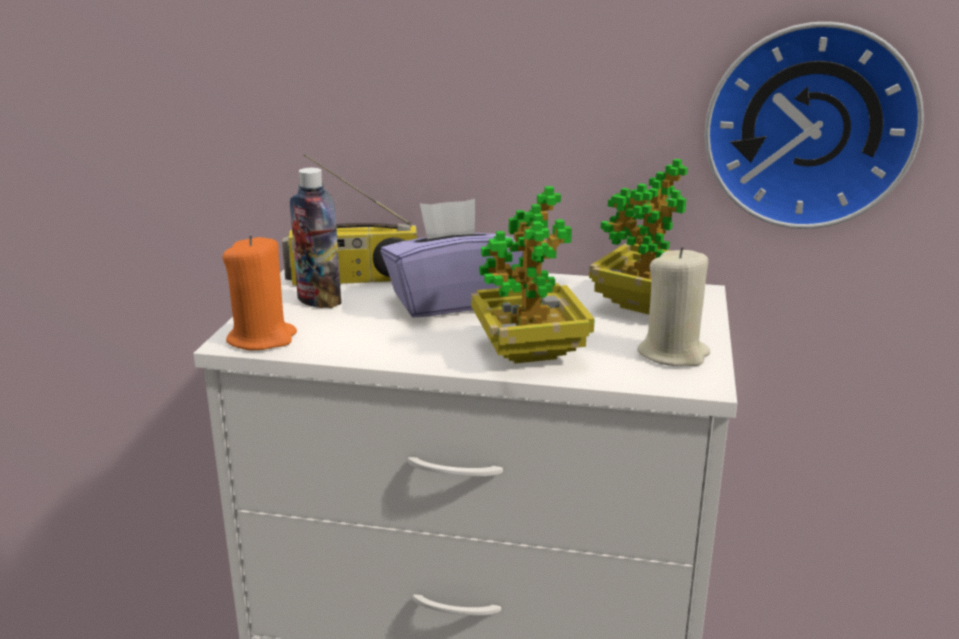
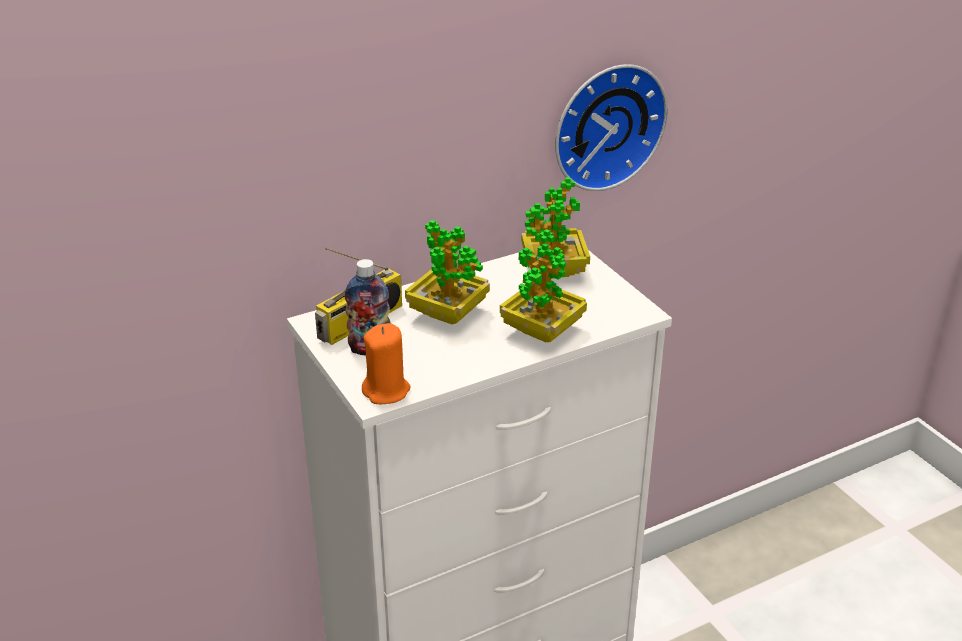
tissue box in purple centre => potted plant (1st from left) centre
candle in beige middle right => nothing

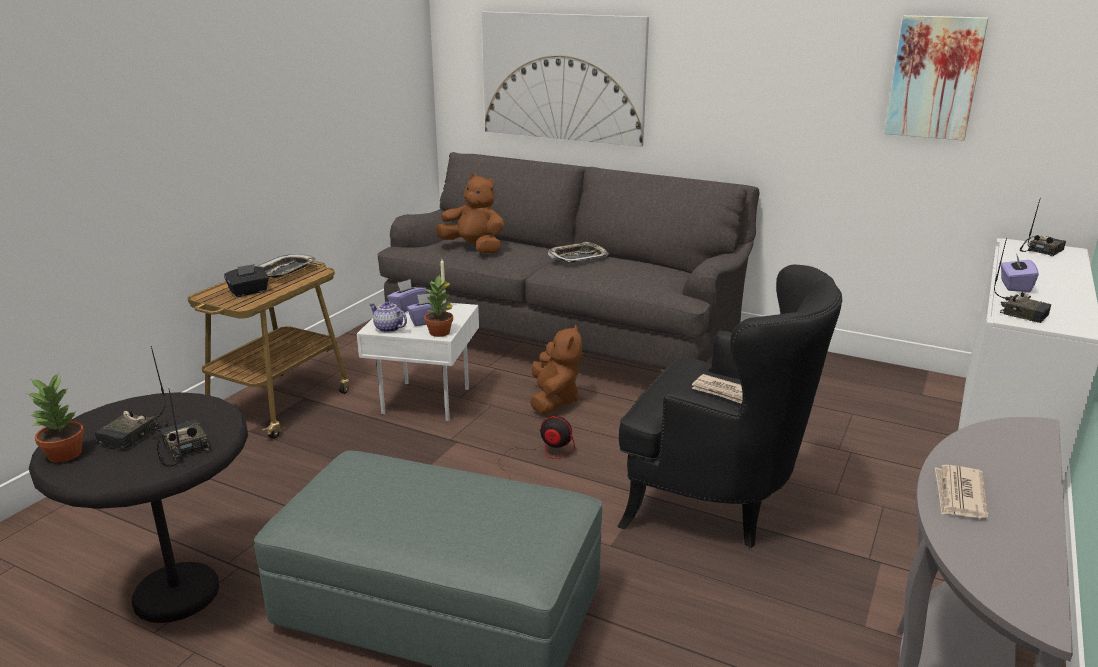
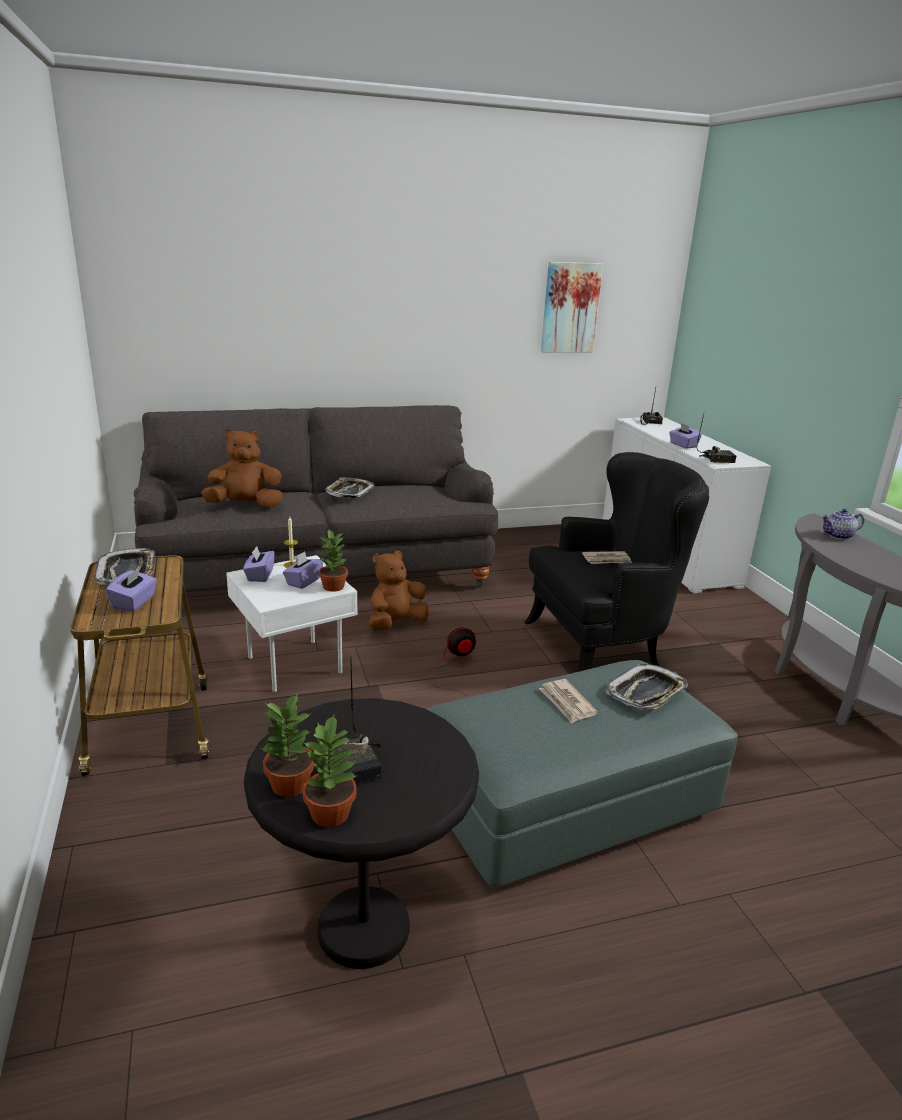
radio (2nd from left) middle left => nothing
tissue box in black middle left => tissue box in purple (1st from left) middle left
teapot centre => teapot middle right, moved
picture (1st from left) top centre => nothing
plush toy in brown (2nd from left) centre, 90 degrees counterclockwise
newspaper (2nd from left in the first image) bottom right => newspaper (1st from left) centre, moved
nothing => potted plant (1st from left) middle left
nothing => tray (3rd from left) middle right

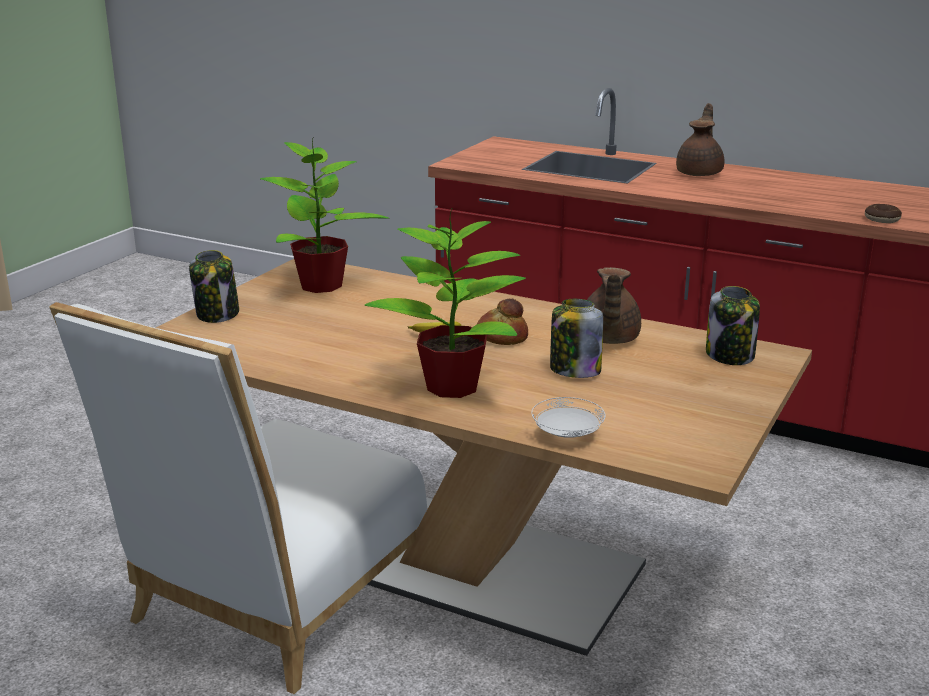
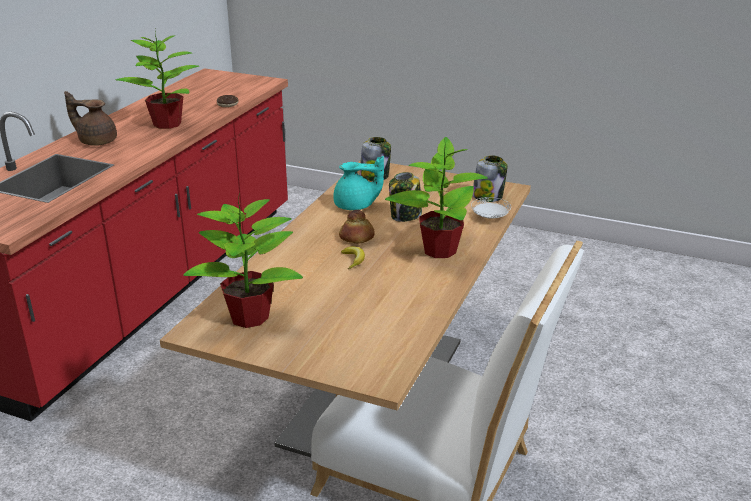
jar (1st from left in the first image) middle left => jar (3rd from left) centre, moved
teapot in brown (1st from left) centre => teapot in turquoise centre
nothing => potted plant (1st from left) top left

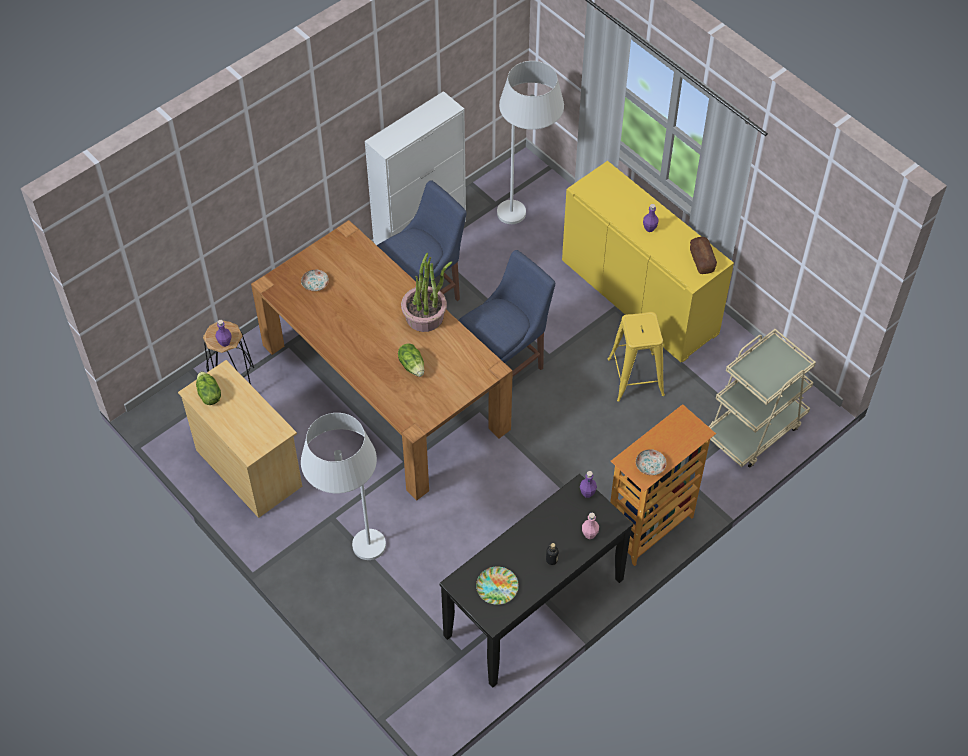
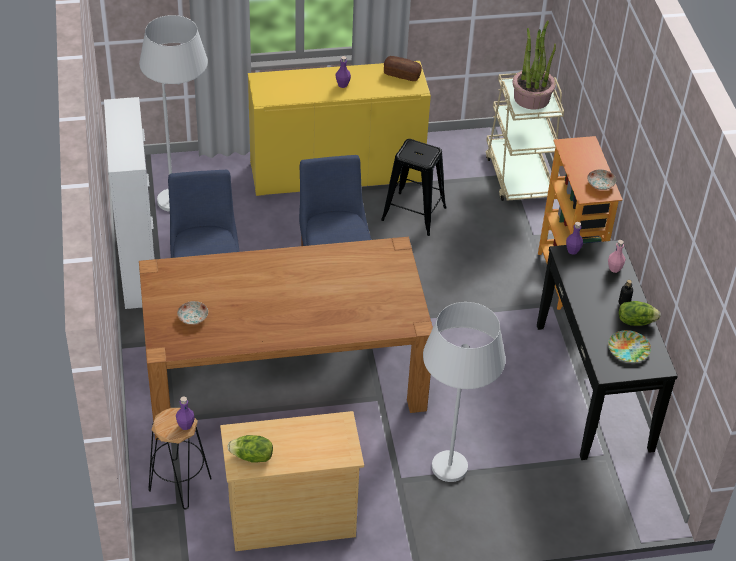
lettuce (2nd from left) centre => lettuce (2nd from left) middle right, moved
potted plant centre => potted plant top right, moved
stool in yellow centre => stool in black (2nd from left) centre

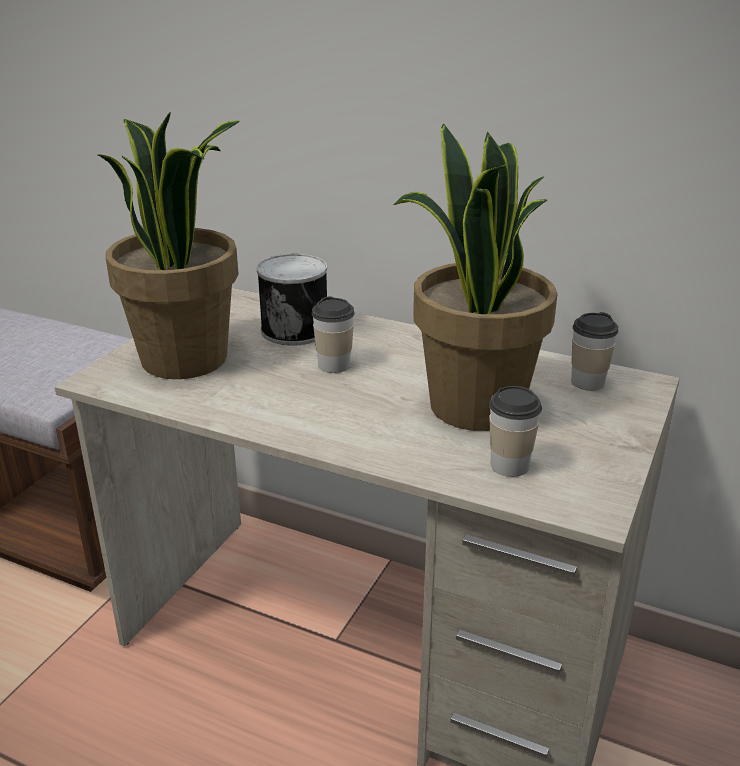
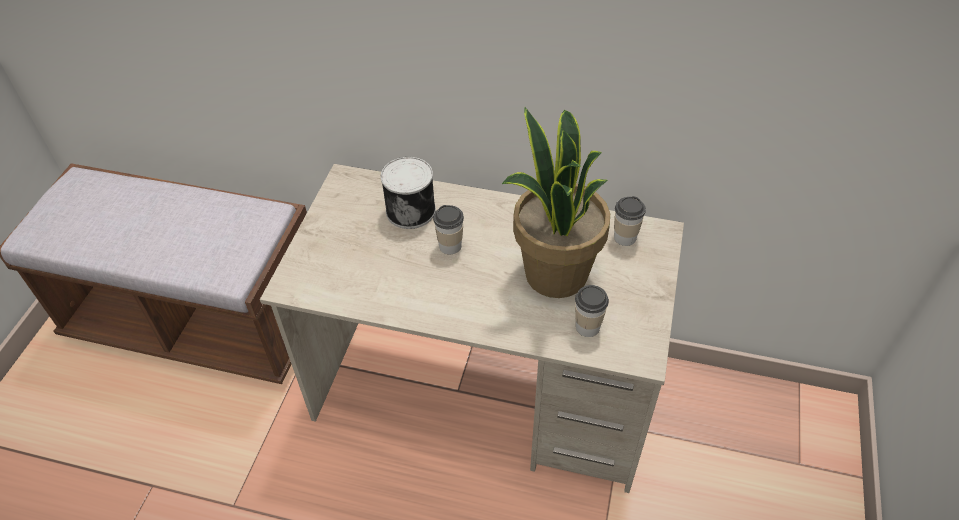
potted plant (1st from left) top left => nothing

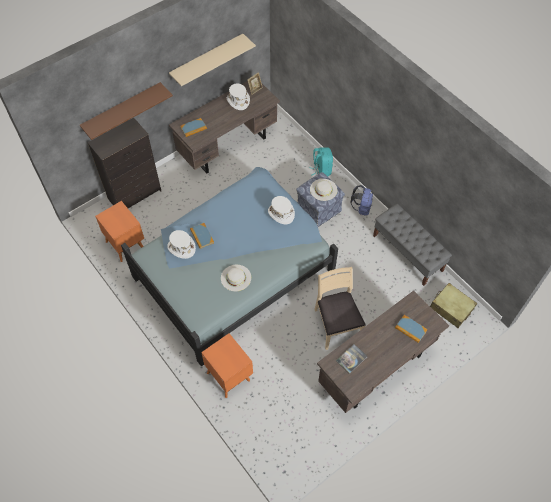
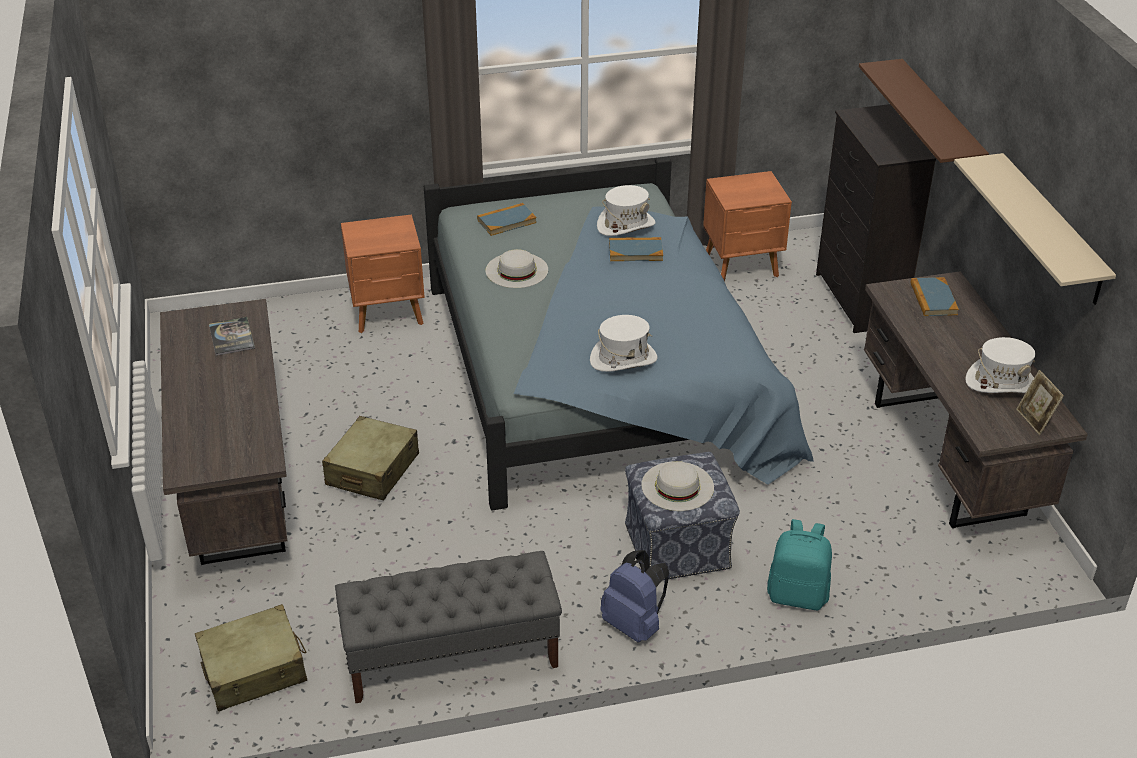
chair in beige centre => suitcase in beige (2nd from left) middle left
book (4th from left in the first image) middle right => book (2nd from left) top centre, moved

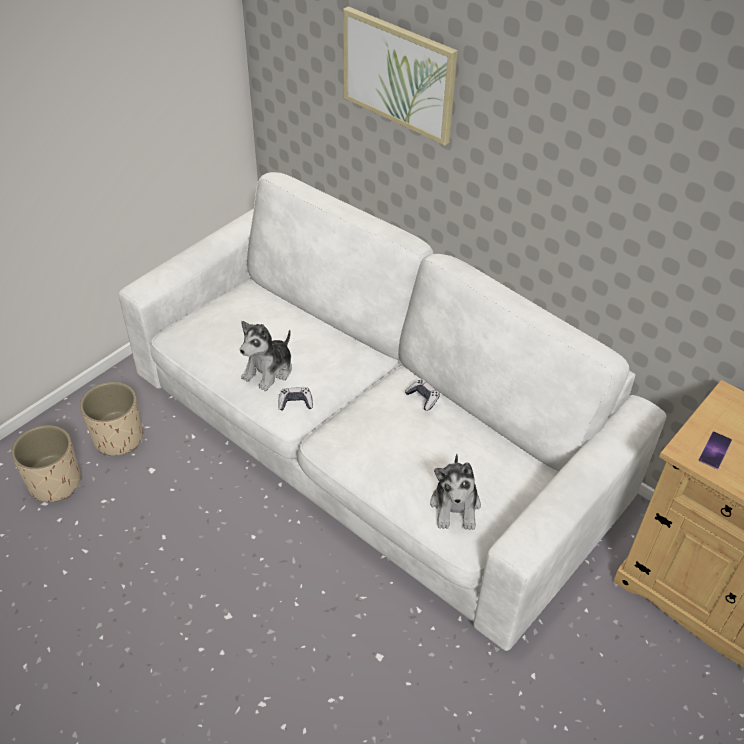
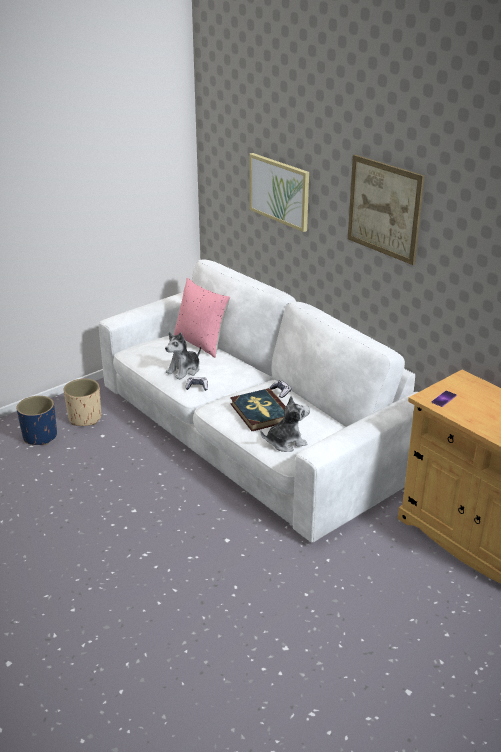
planter in beige (1st from left) middle left => planter in blue middle left
plush toy (2nd from left) centre, 120 degrees counterclockwise
nothing => pillow in pink centre
nothing => book centre
nothing => picture (2nd from left) top right

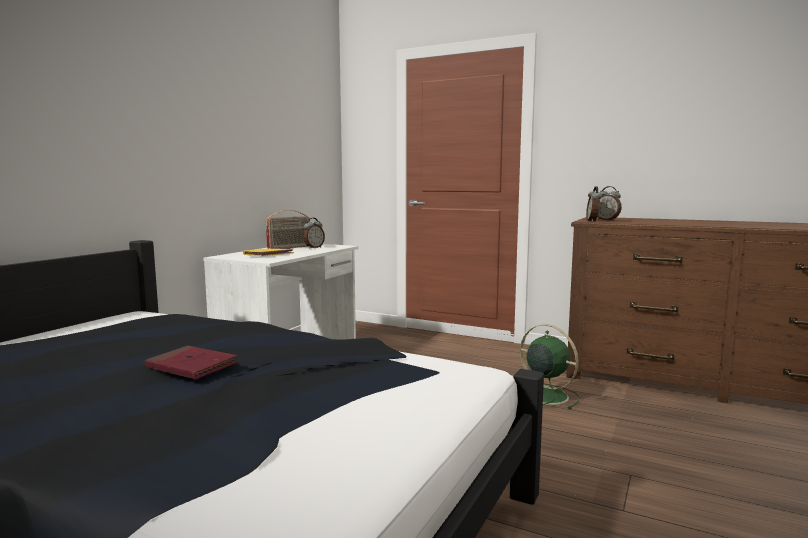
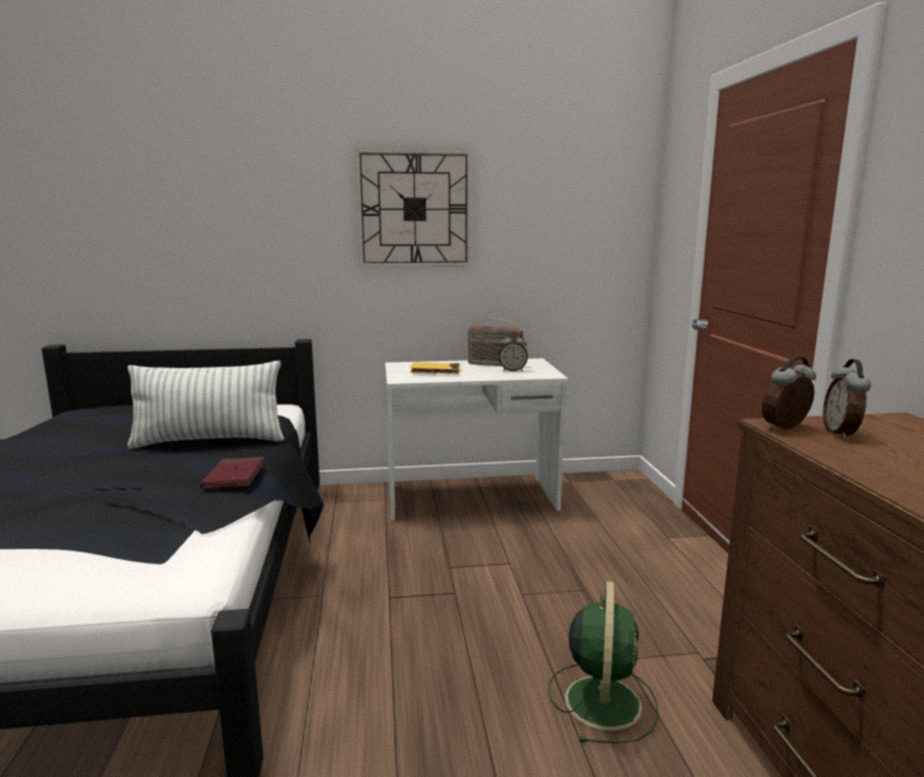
book in red bottom left => book in red middle left, moved
nothing => pillow middle left
nothing => wall clock top centre

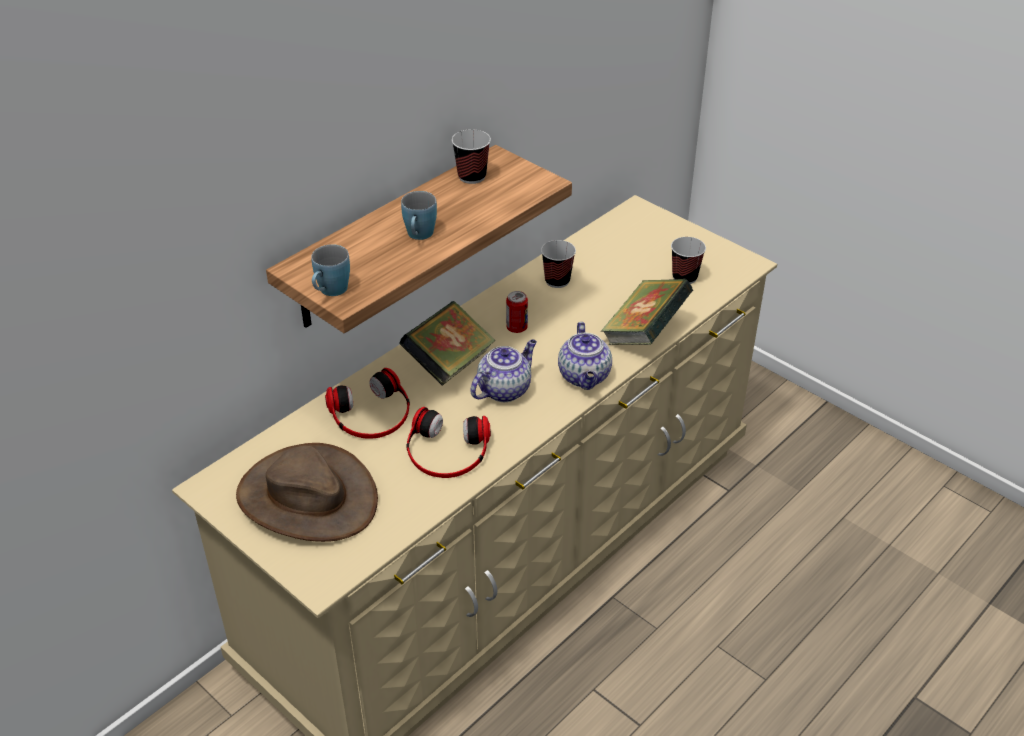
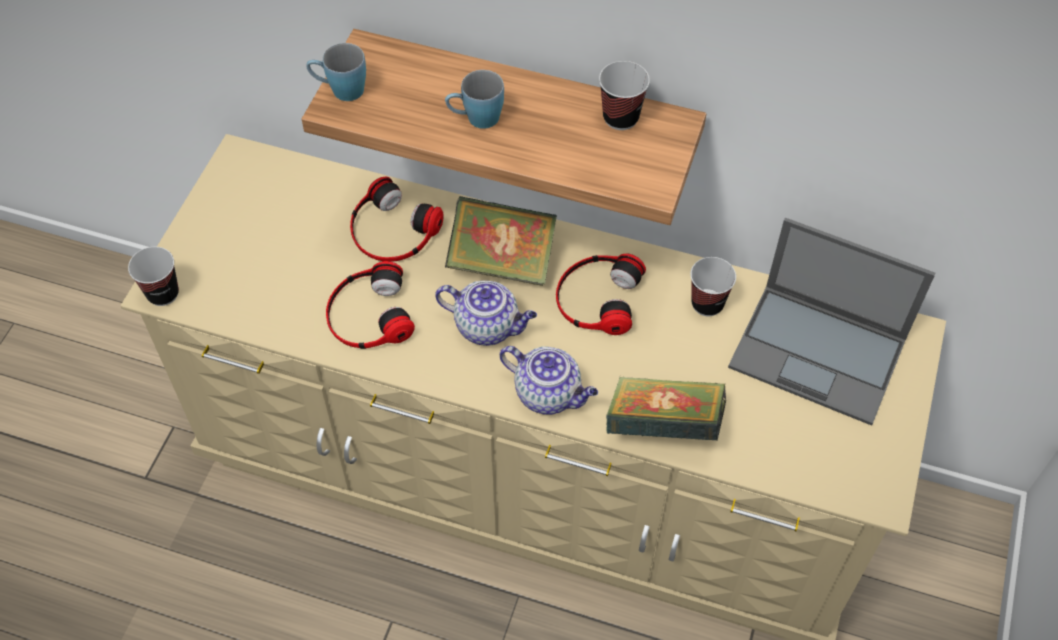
hat in brown bottom left => nothing
can centre => headphones (3rd from left) centre
teapot (2nd from left) centre, 120 degrees counterclockwise
cup (3rd from left in the first image) middle right => cup (1st from left) middle left, moved
nothing => laptop middle right

